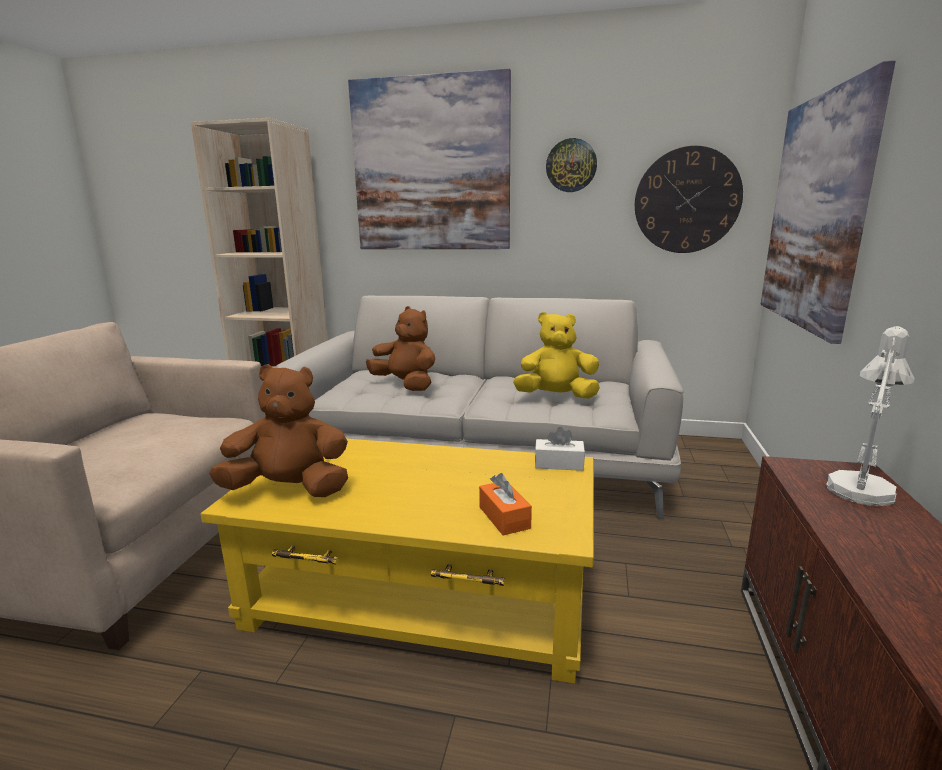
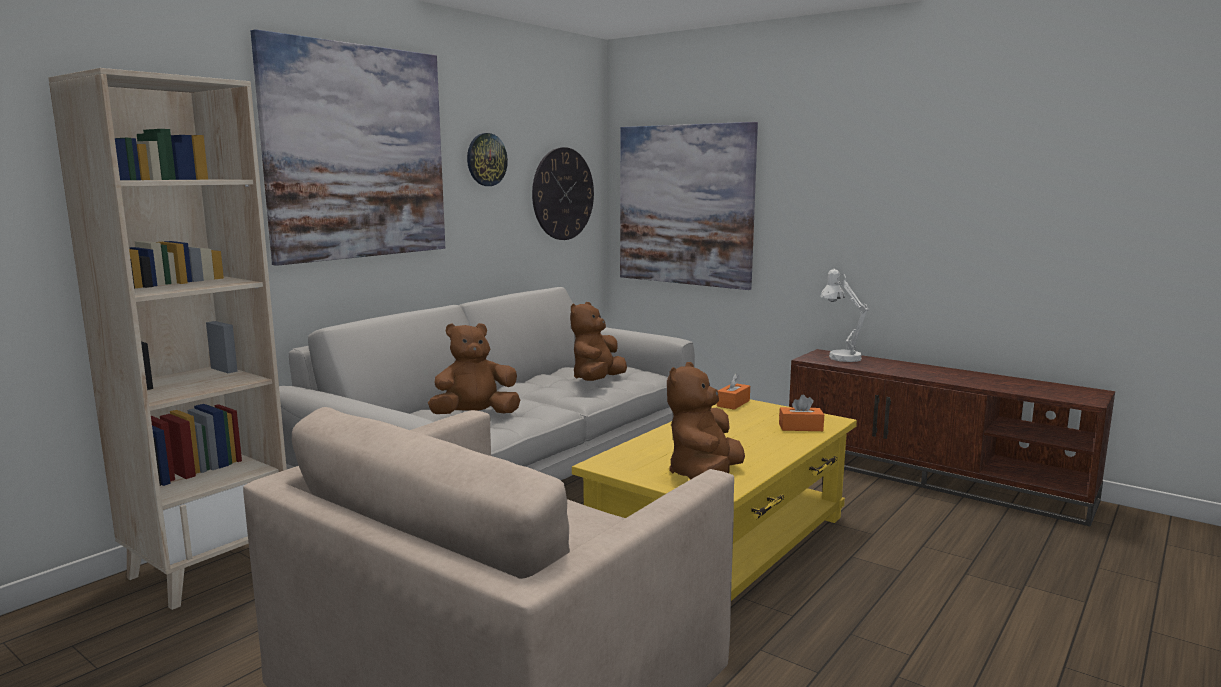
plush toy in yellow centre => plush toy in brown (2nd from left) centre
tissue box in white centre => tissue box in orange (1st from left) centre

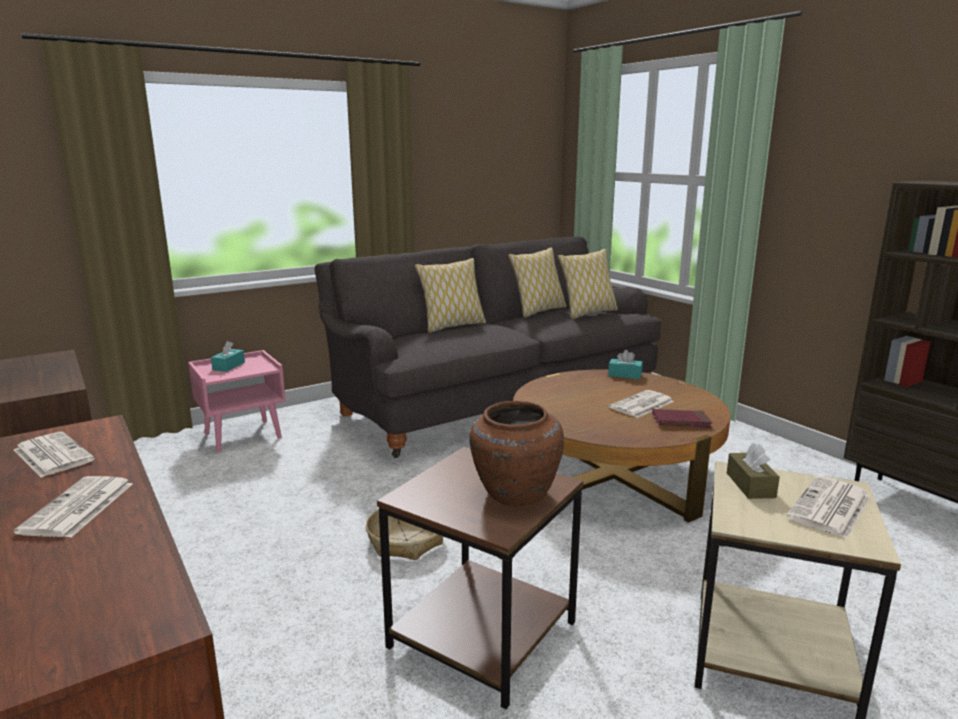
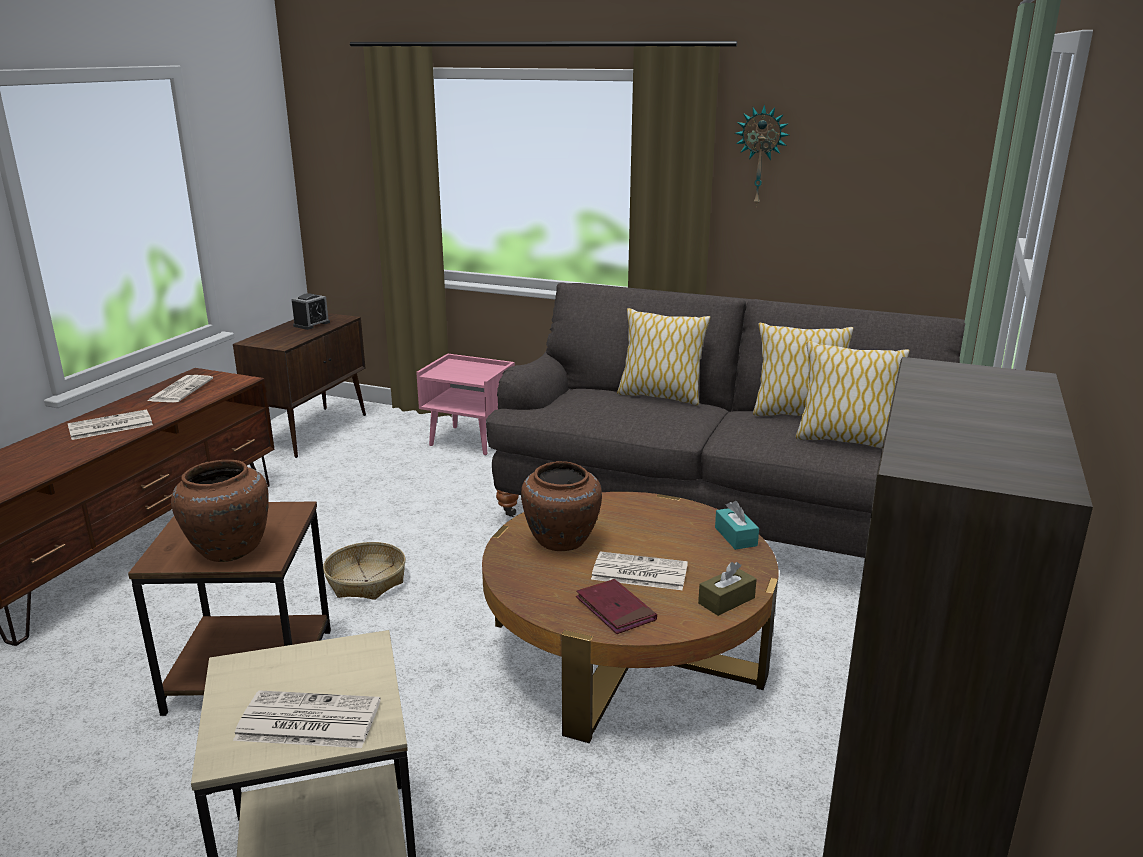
tissue box in turquoise (1st from left) middle left => nothing
tissue box in brown middle right => tissue box in brown bottom centre, moved
nothing => alarm clock middle left
nothing => vase in brown (2nd from left) centre
nothing => wall clock top right

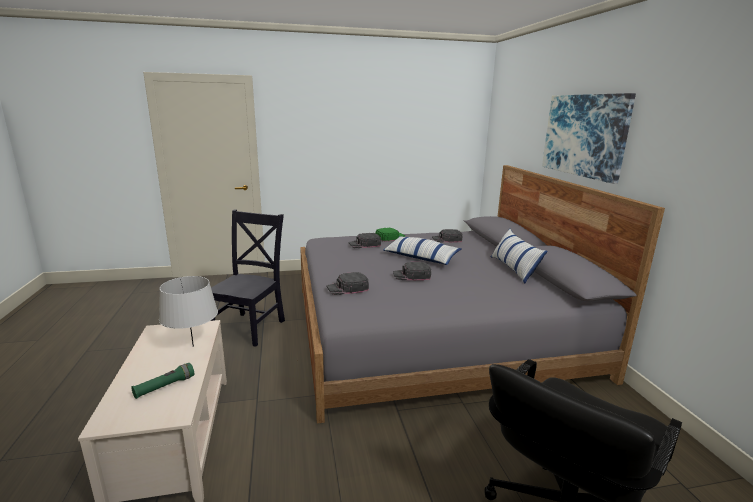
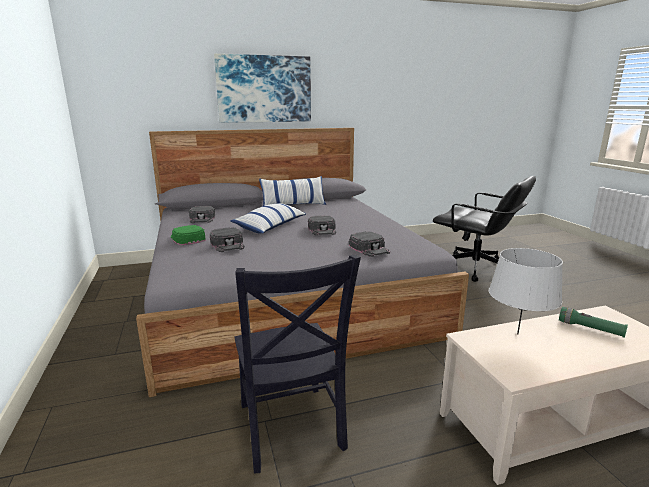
chair in black middle left => chair in black bottom centre, 120 degrees counterclockwise

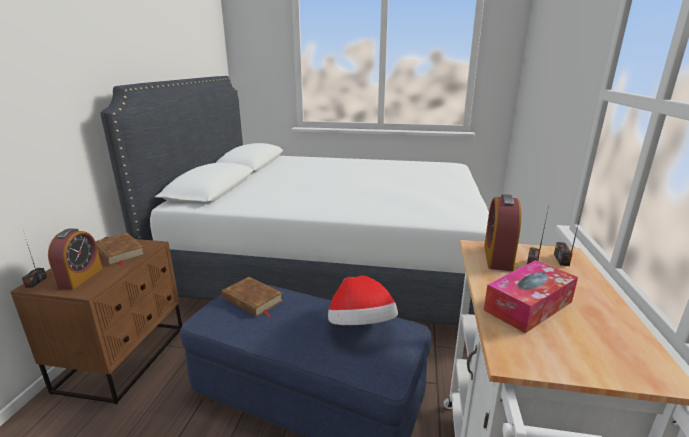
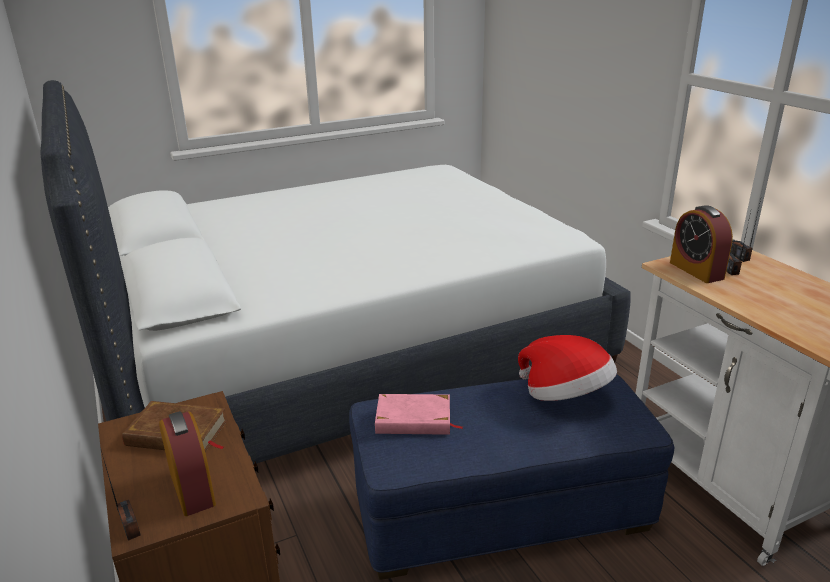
book in brown (2nd from left) bottom centre => book in pink bottom centre
tissue box bottom right => nothing

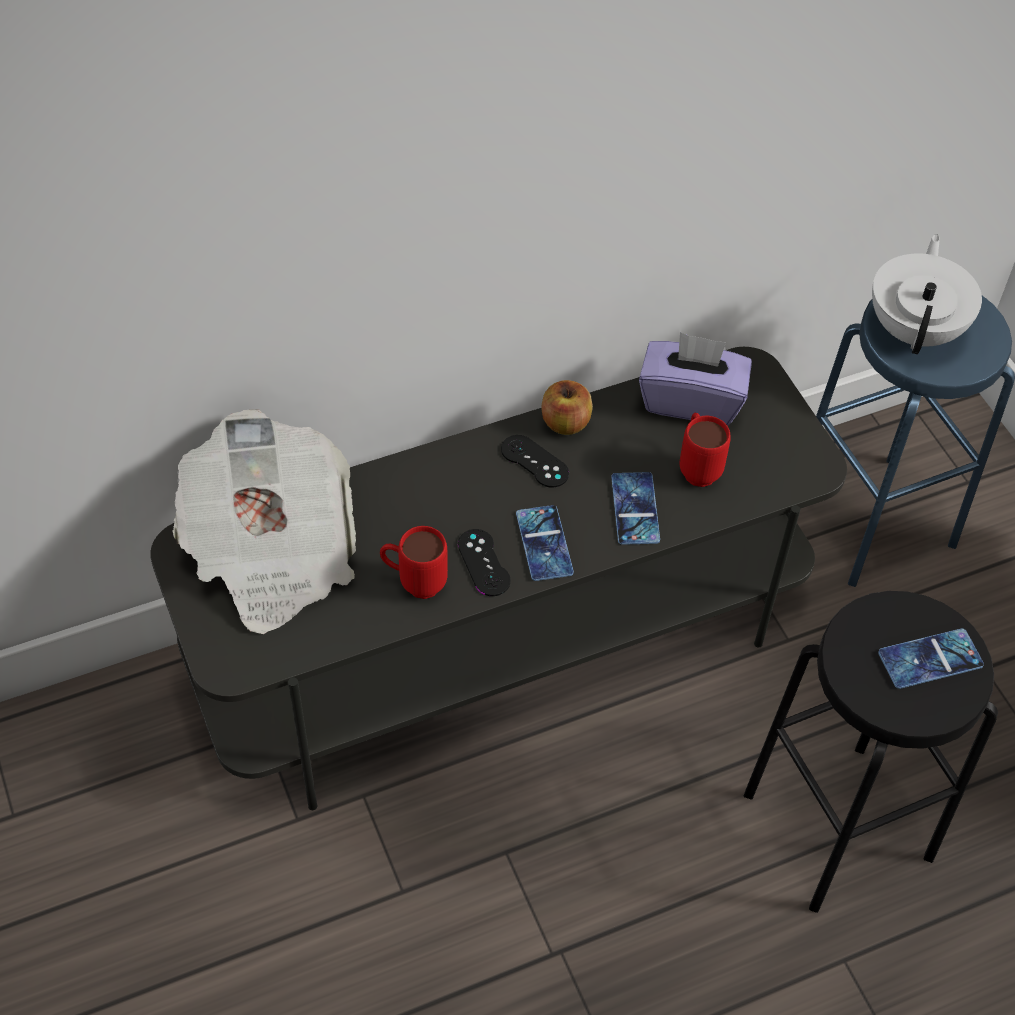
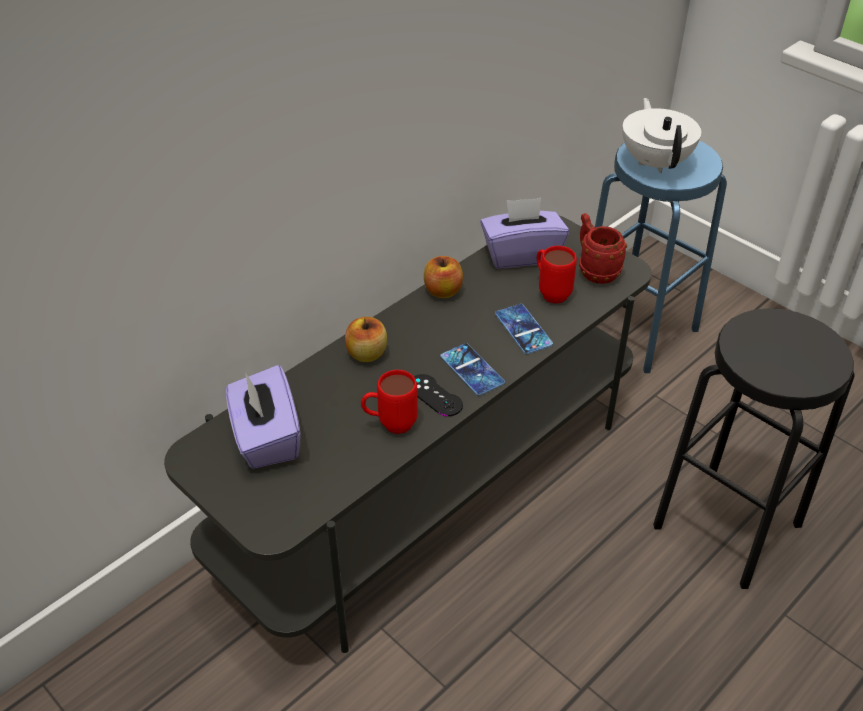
newspaper middle left => tissue box in purple (1st from left) middle left
game controller in black (2nd from left) centre => nothing
phone (3rd from left) middle right => nothing
nothing => apple (1st from left) centre
nothing => mug in red (3rd from left) middle right

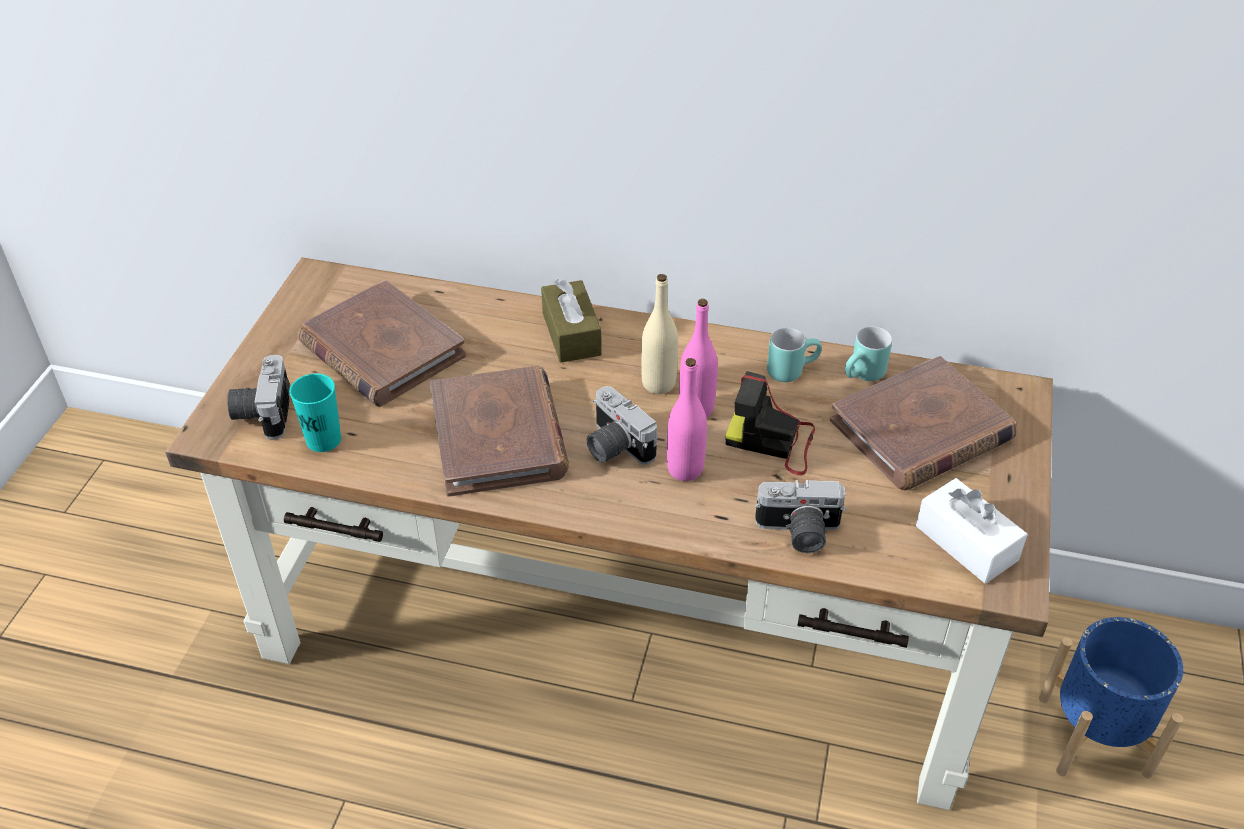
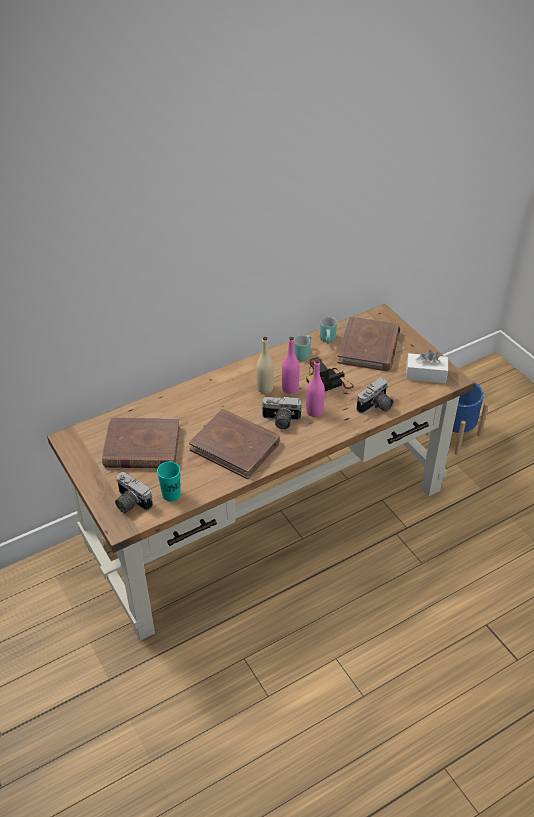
tissue box in brown centre => nothing

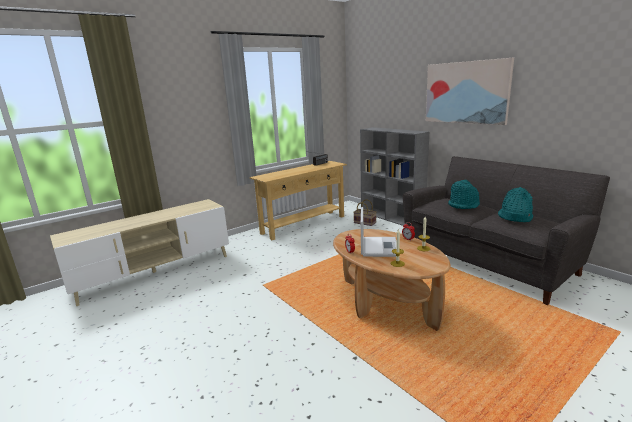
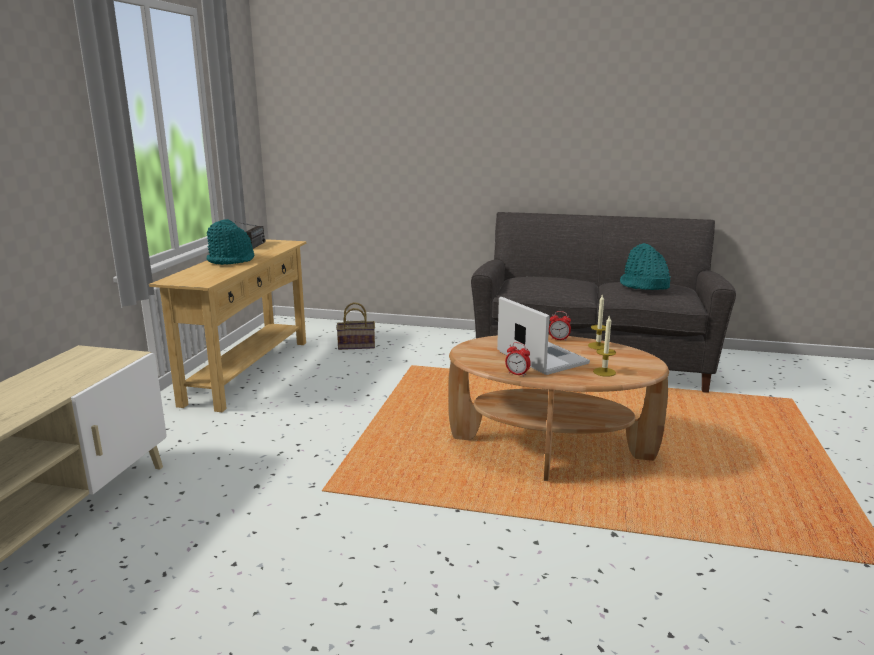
bookcase in grey centre => nothing
picture top right => nothing
hat in turquoise (1st from left) middle right => hat in turquoise (1st from left) middle left, moved

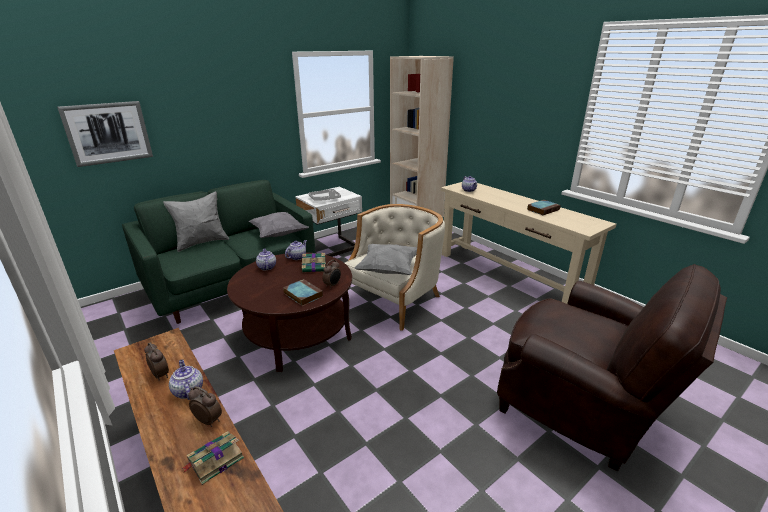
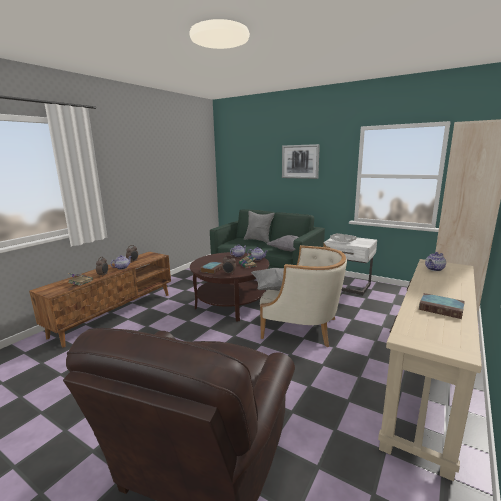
picture top left => picture top centre, moved

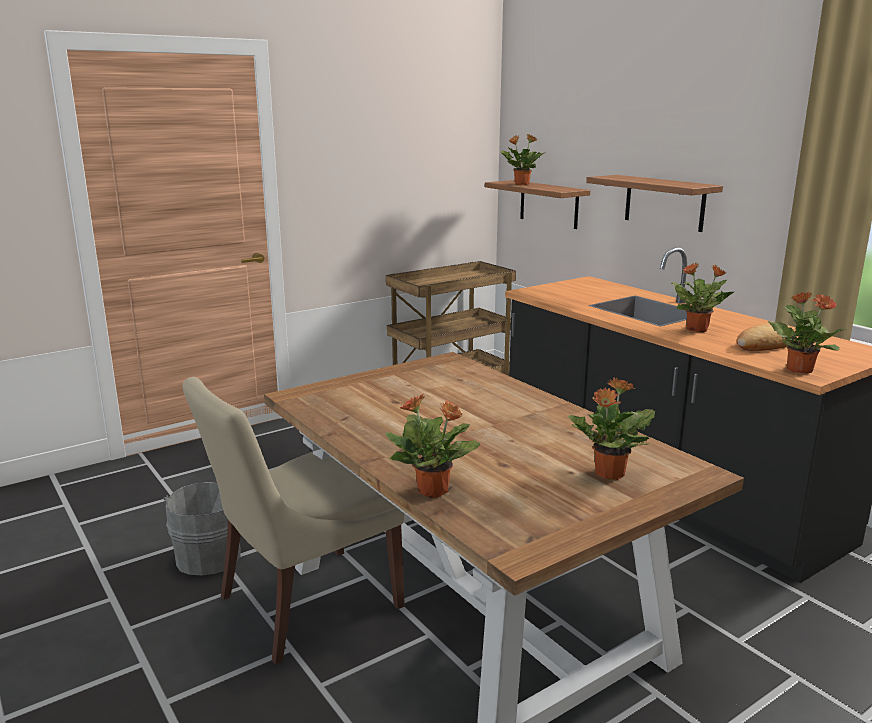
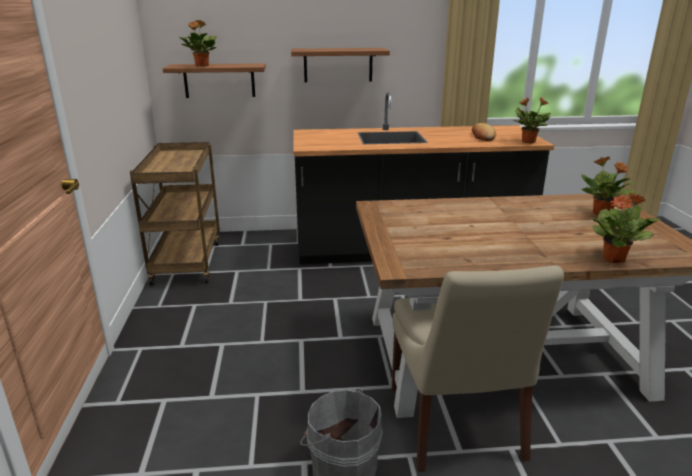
potted plant (4th from left) middle right => nothing

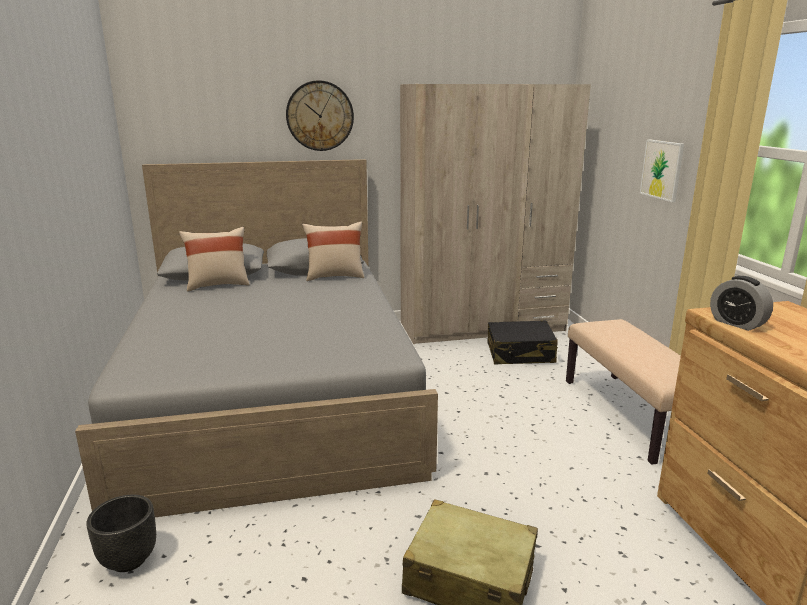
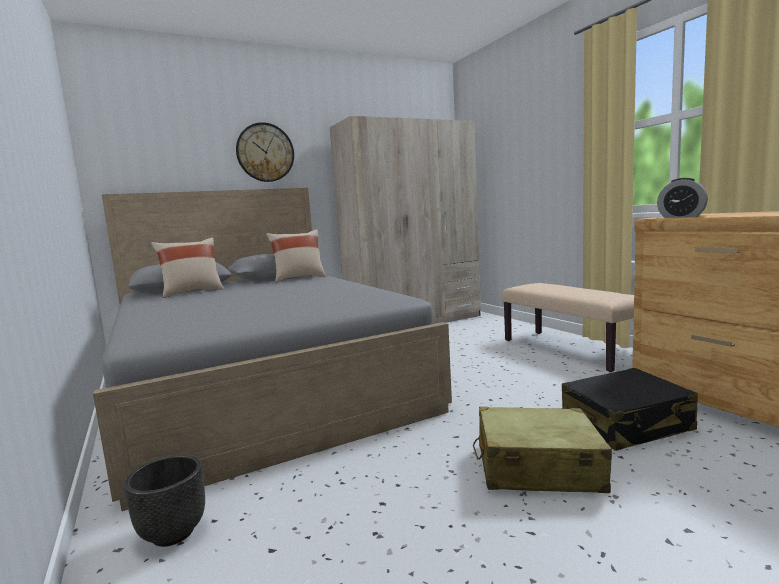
suitcase in black centre => suitcase in black bottom right, moved
picture top right => nothing

